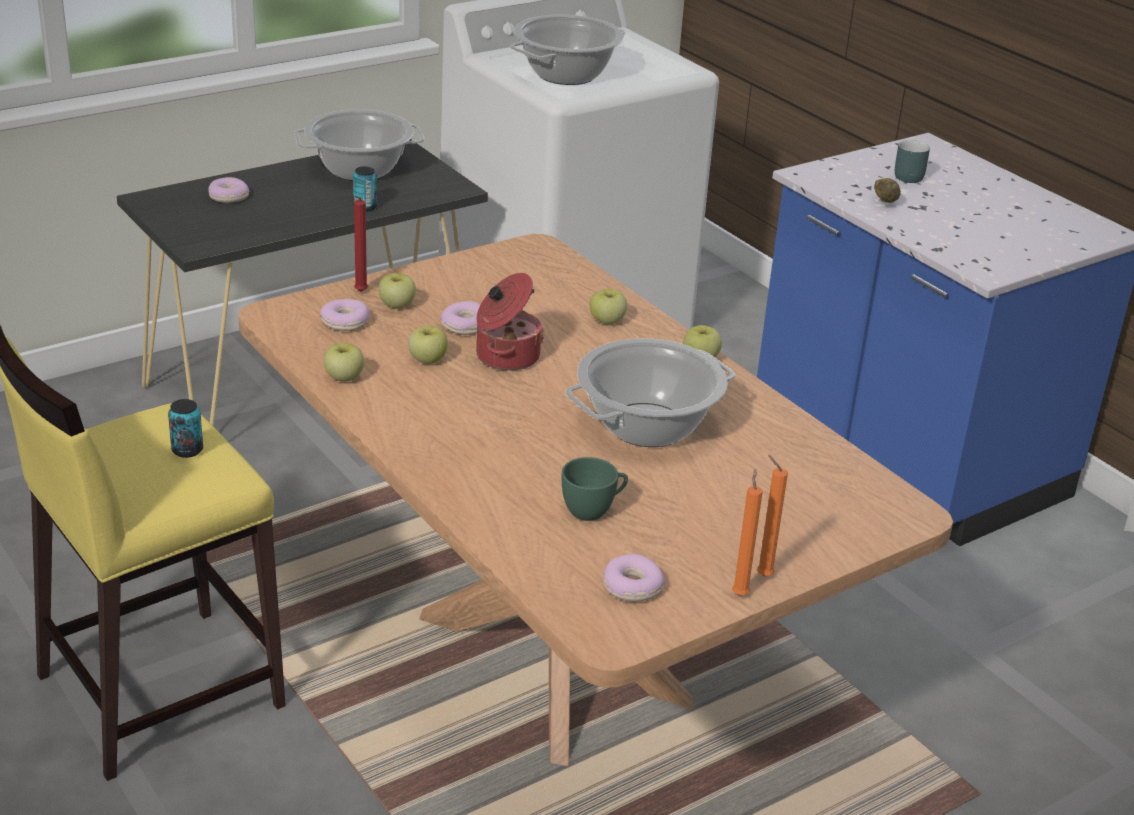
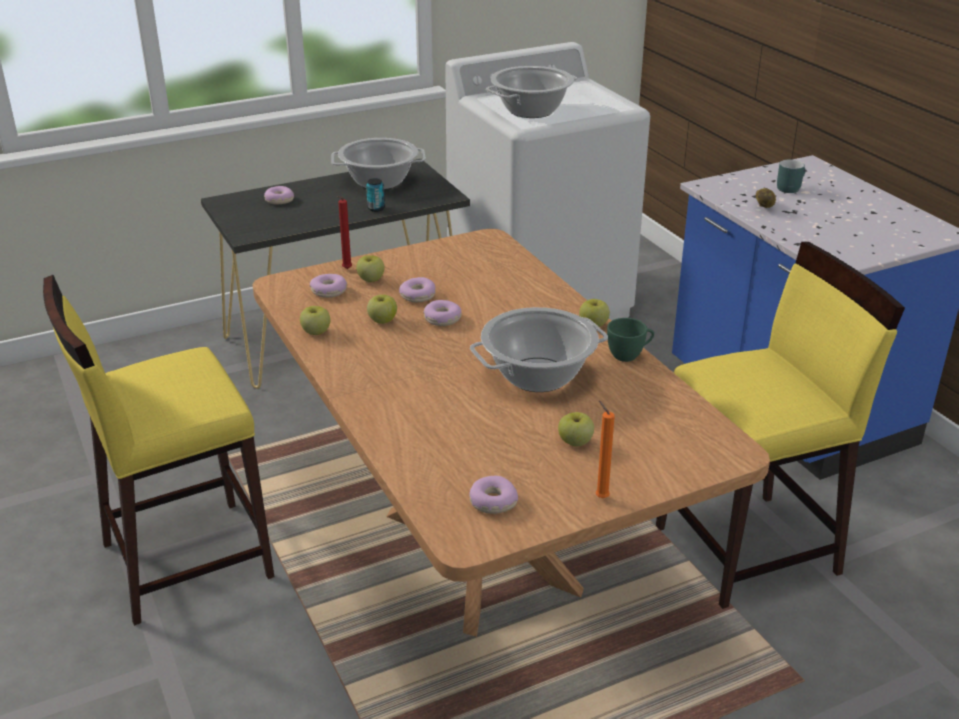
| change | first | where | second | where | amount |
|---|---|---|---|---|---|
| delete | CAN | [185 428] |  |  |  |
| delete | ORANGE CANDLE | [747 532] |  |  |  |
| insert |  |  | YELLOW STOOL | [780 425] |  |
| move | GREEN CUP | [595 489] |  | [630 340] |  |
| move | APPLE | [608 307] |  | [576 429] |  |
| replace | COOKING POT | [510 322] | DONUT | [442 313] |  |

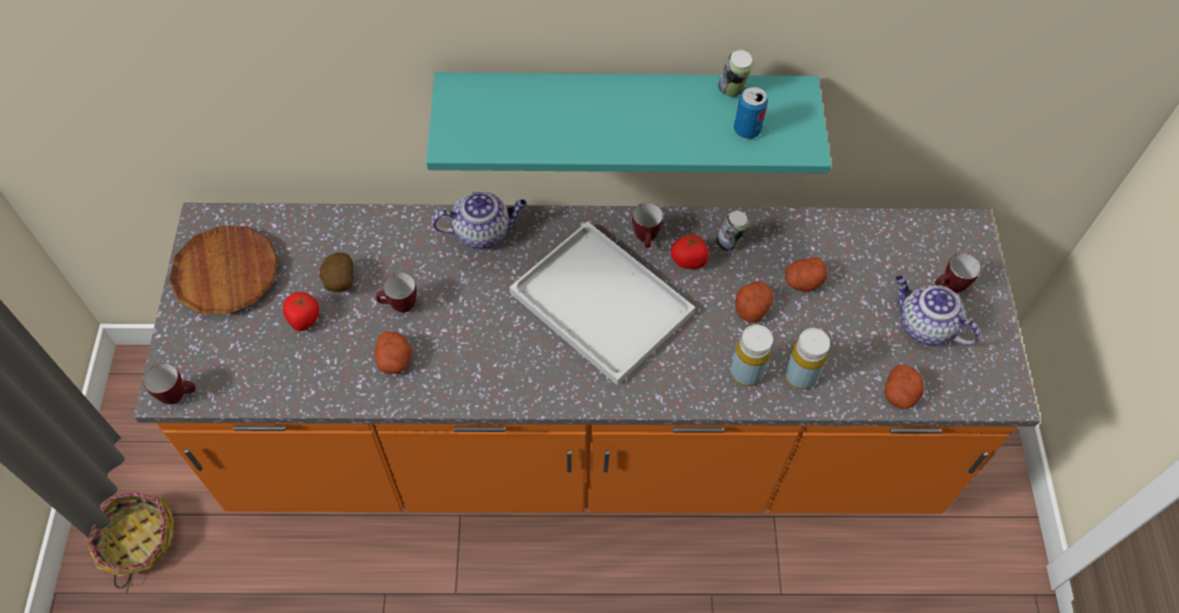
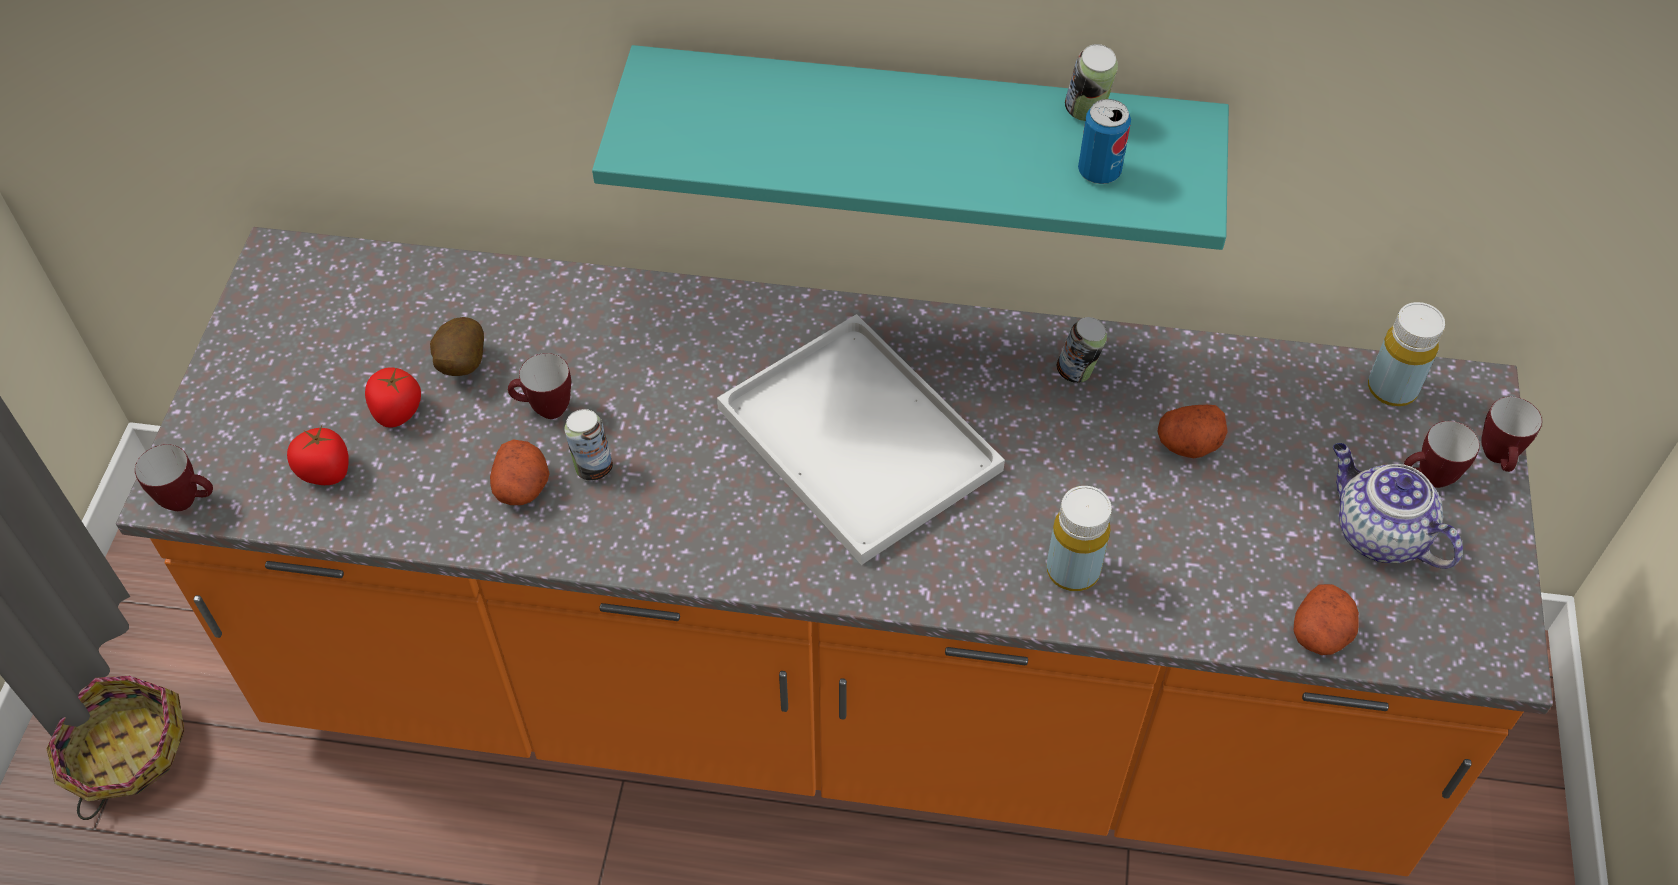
| change | first | where | second | where | amount |
|---|---|---|---|---|---|
| delete | BROWN PLATE | [223 270] |  |  |  |
| delete | TEAPOT | [479 220] |  |  |  |
| delete | POTATO | [754 302] |  |  |  |
| insert |  |  | CAN | [588 444] |  |
| move | MUG | [647 225] |  | [1511 434] |  |
| move | TOMATO | [690 251] |  | [318 455] |  |
| move | YELLOW BOTTLE | [807 359] |  | [1406 354] |  |

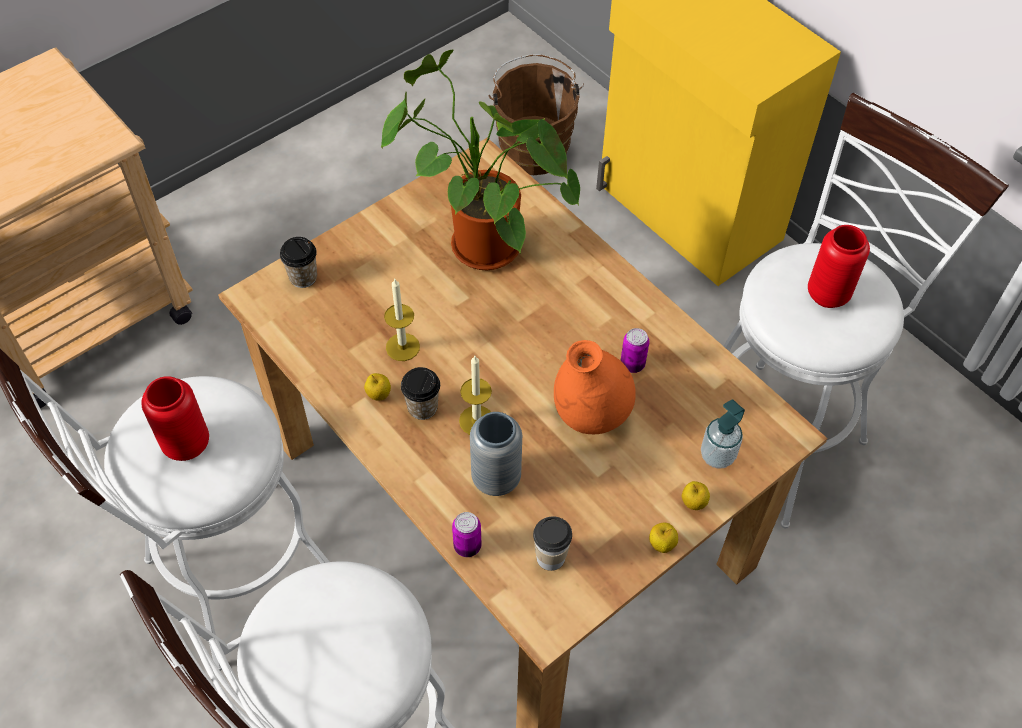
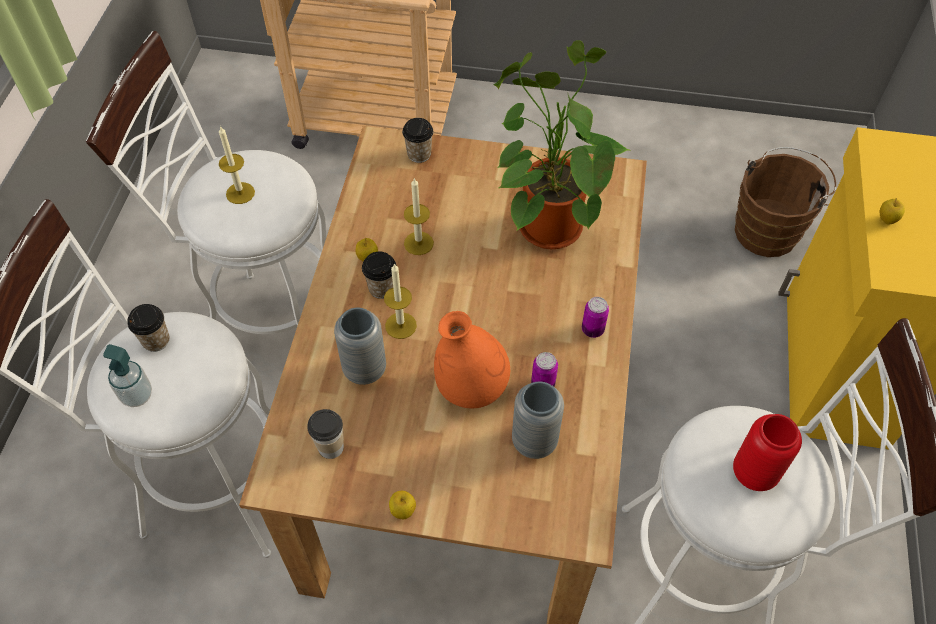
| change | first | where | second | where | amount |
|---|---|---|---|---|---|
| insert |  |  | CUP | [148 328] |  |
| insert |  |  | GREY VASE | [538 420] |  |
| move | CAN | [466 534] |  | [595 317] |  |
| move | APPLE | [696 495] |  | [892 211] |  |
| move | SOAP DISPENSER | [723 434] |  | [127 375] |  |
| replace | RED VASE | [175 418] | CANDLE | [237 165] |  |

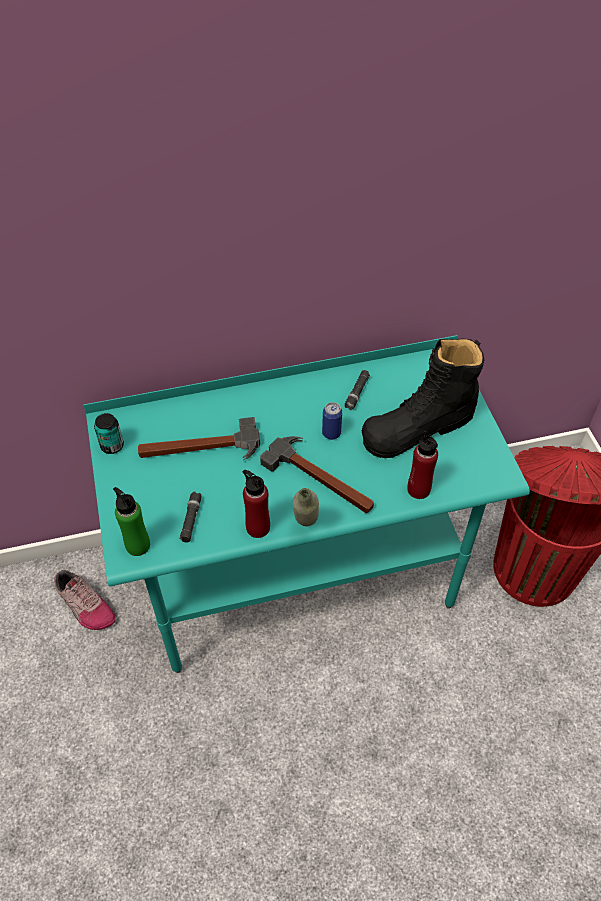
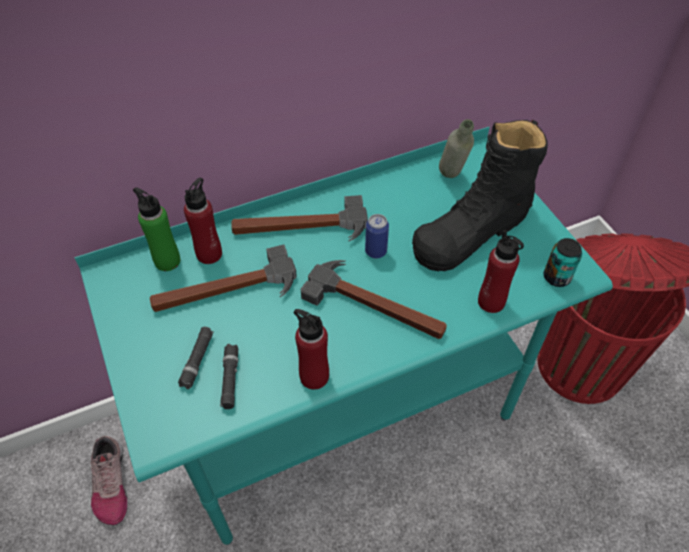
| change | first | where | second | where | amount |
|---|---|---|---|---|---|
| insert |  |  | RED BOTTLE | [203 221] |  |
| insert |  |  | HAMMER | [299 218] |  |
| move | CAN | [109 433] |  | [563 262] |  |
| move | GREEN BOTTLE | [131 521] |  | [156 229] |  |
| move | GREY BOTTLE | [306 507] |  | [456 148] |  |
| move | BLACK FLASHLIGHT | [357 390] |  | [196 358] |  |
| rotate | SHOE | [85 600] |  | [109 480] | 45 degrees clockwise |

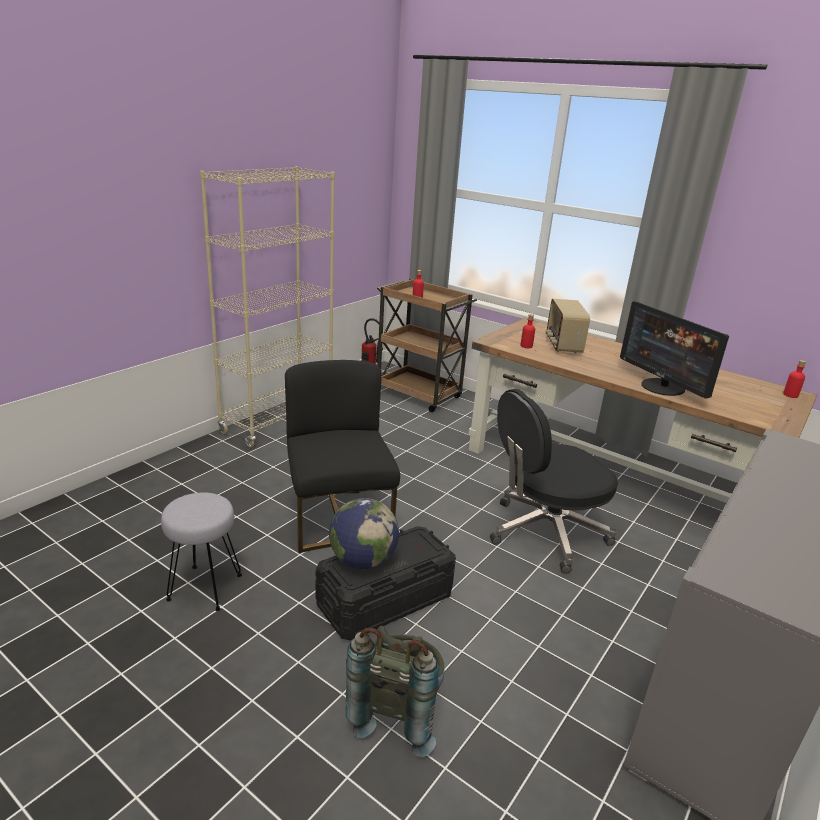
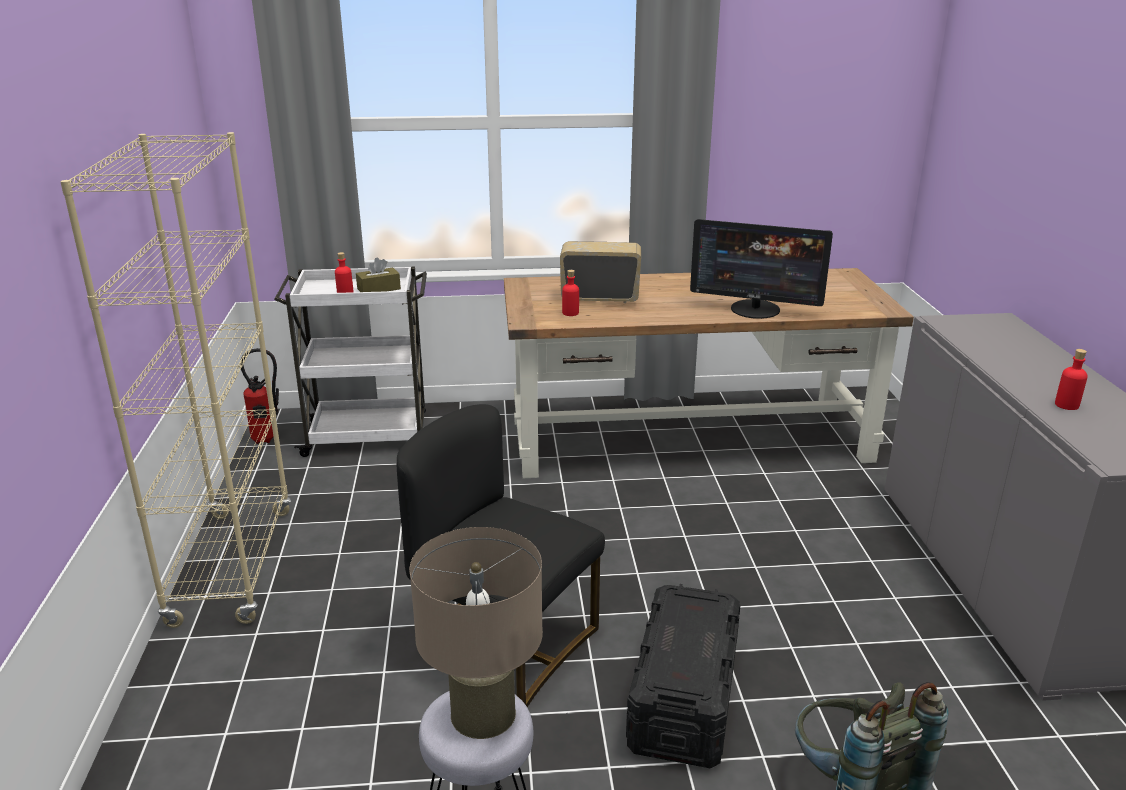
| change | first | where | second | where | amount |
|---|---|---|---|---|---|
| delete | GLOBE | [364 533] |  |  |  |
| delete | BLACK OFFICE CHAIR | [554 481] |  |  |  |
| insert |  |  | BROWN TISSUE BOX | [378 274] |  |
| insert |  |  | BEIGE TABLE LAMP | [476 633] |  |
| move | RED BOTTLE | [794 379] |  | [1071 379] |  |
| recolor | BROWN CART | [427 345] | WHITE CART | [350 361] |  |
| rotate | RADIO | [568 326] |  | [600 272] | 135 degrees clockwise |

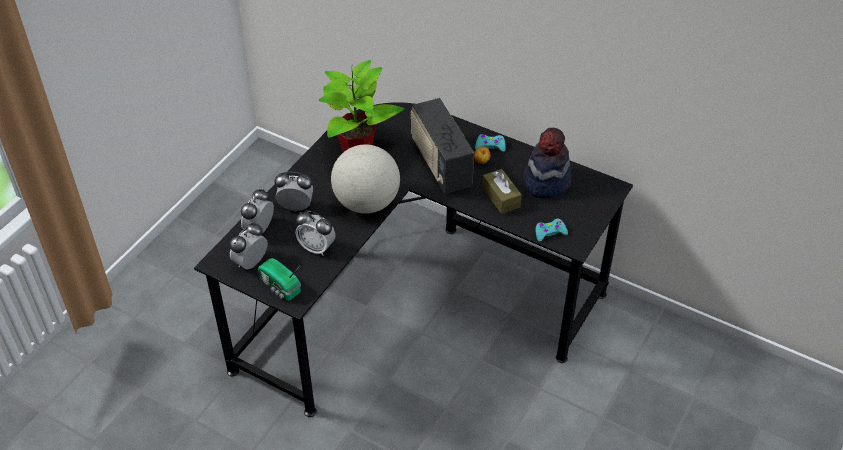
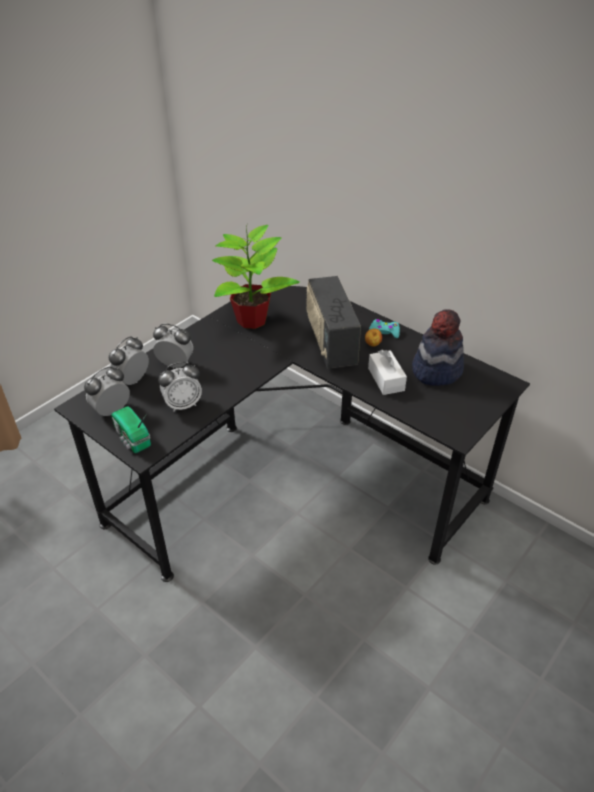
| change | first | where | second | where | amount |
|---|---|---|---|---|---|
| delete | GLOBE | [365 179] |  |  |  |
| delete | TURQUOISE GAME CONTROLLER | [552 230] |  |  |  |
| recolor | BROWN TISSUE BOX | [502 191] | WHITE TISSUE BOX | [387 372] |  |
| rotate | ALARM CLOCK | [316 233] |  | [180 387] | 60 degrees counterclockwise |

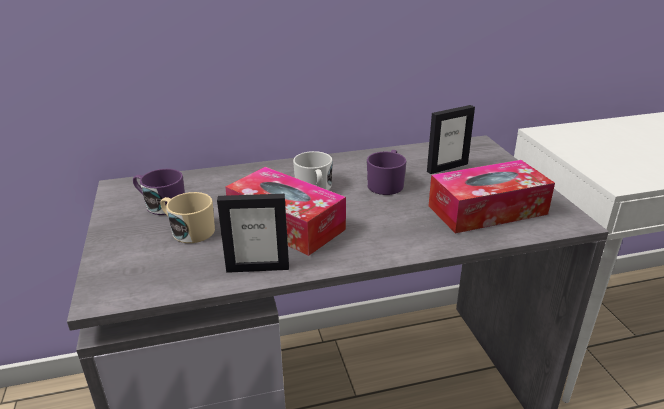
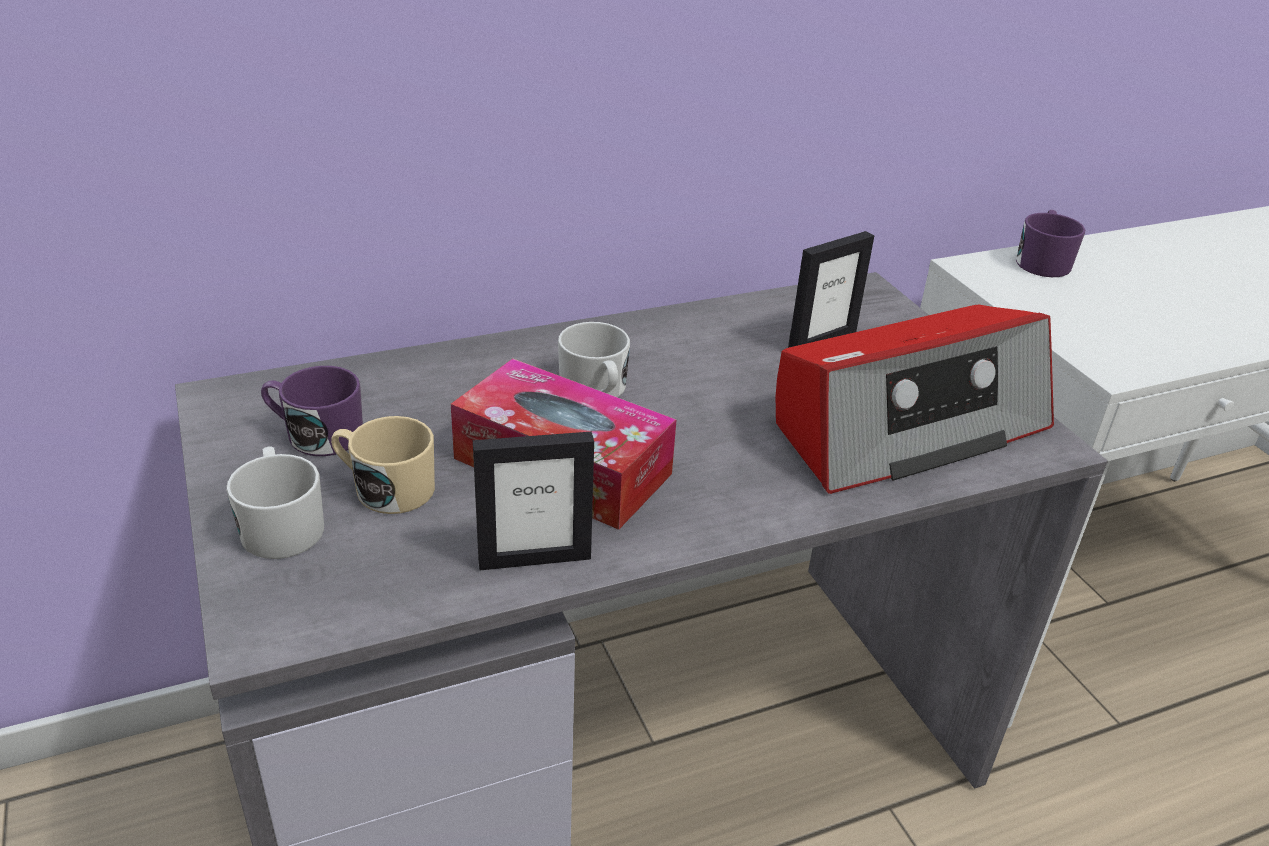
| change | first | where | second | where | amount |
|---|---|---|---|---|---|
| insert |  |  | WHITE MUG | [275 503] |  |
| move | PURPLE MUG | [387 172] |  | [1050 243] |  |
| replace | TISSUE BOX | [492 196] | RADIO | [915 399] |  |

